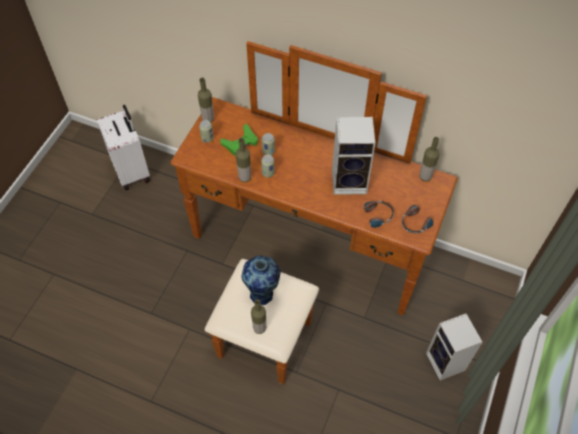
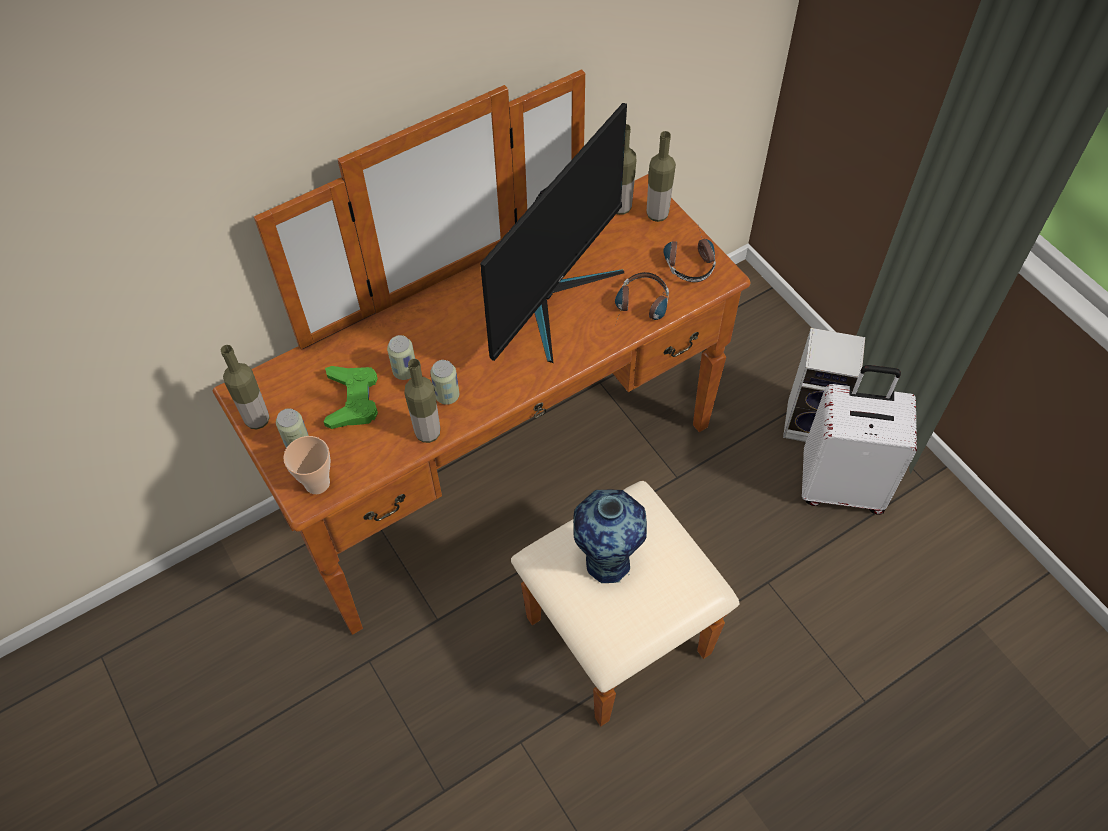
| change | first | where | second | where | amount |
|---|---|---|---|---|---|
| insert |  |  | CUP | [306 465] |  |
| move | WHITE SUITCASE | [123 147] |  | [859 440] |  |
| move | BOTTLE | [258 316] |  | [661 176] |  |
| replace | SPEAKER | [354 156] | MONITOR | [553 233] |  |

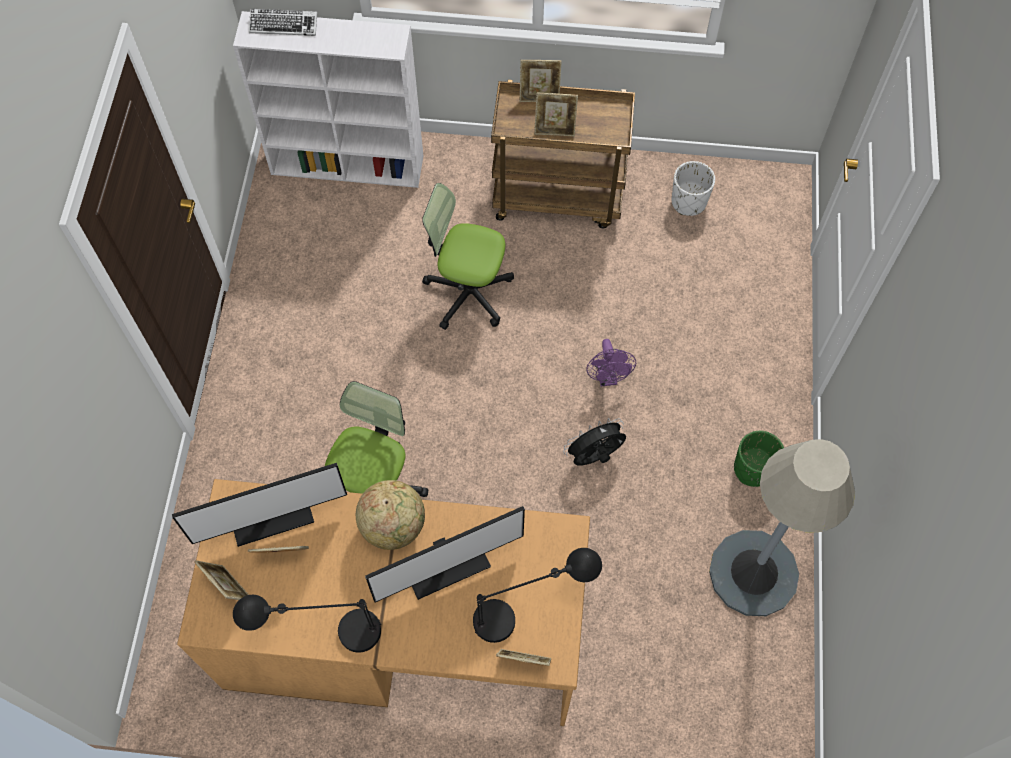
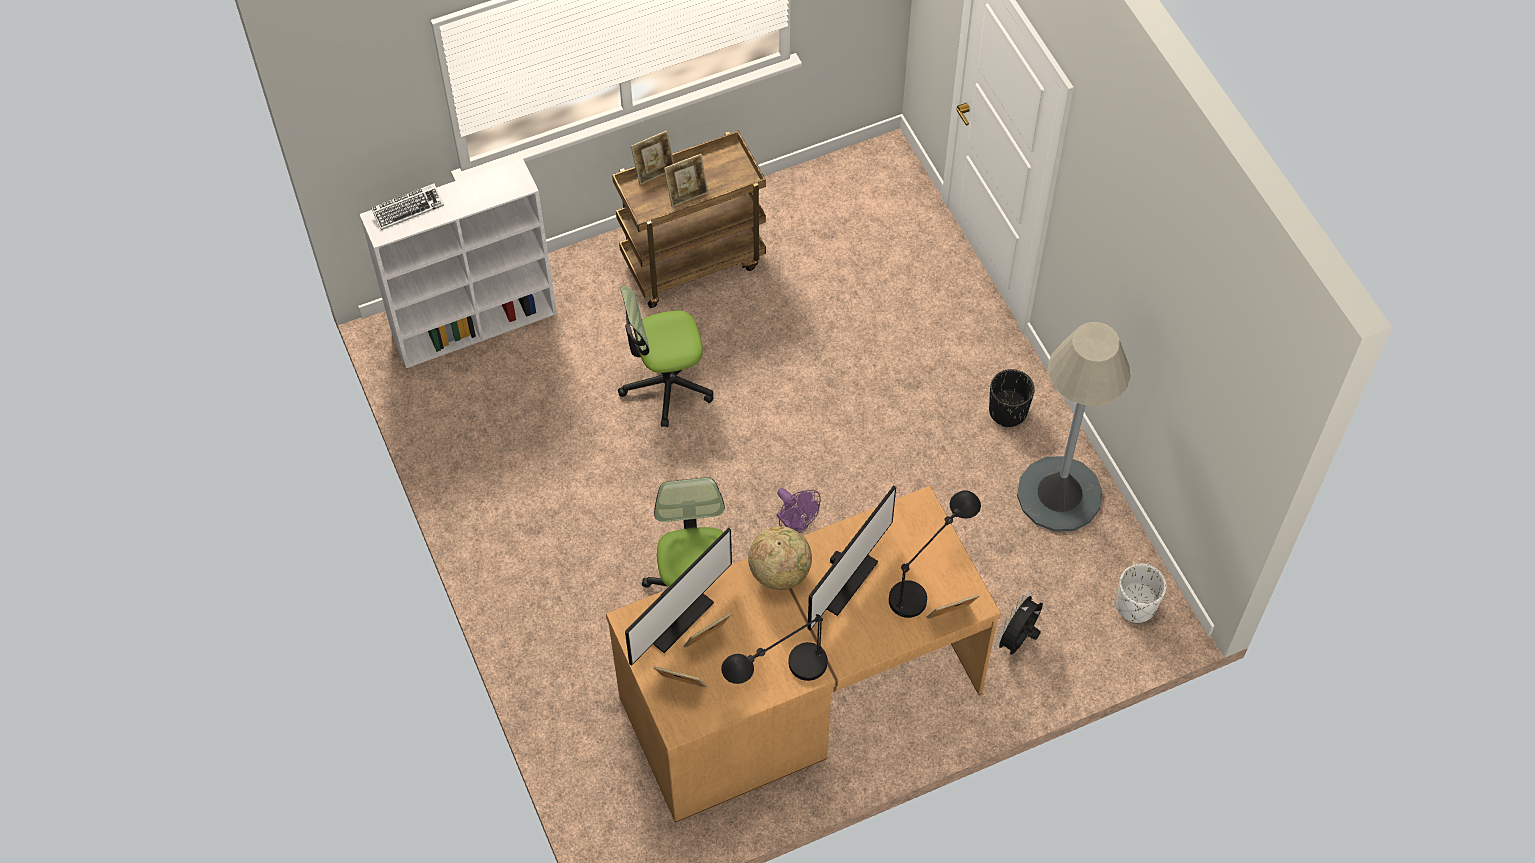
| change | first | where | second | where | amount |
|---|---|---|---|---|---|
| move | BLACK FAN | [594 442] |  | [1018 623] |  |
| move | PURPLE FAN | [611 363] |  | [799 510] |  |
| move | WHITE PLANTER | [693 188] |  | [1141 594] |  |
| recolor | GREEN PLANTER | [759 459] | BLACK PLANTER | [1012 398] |  |

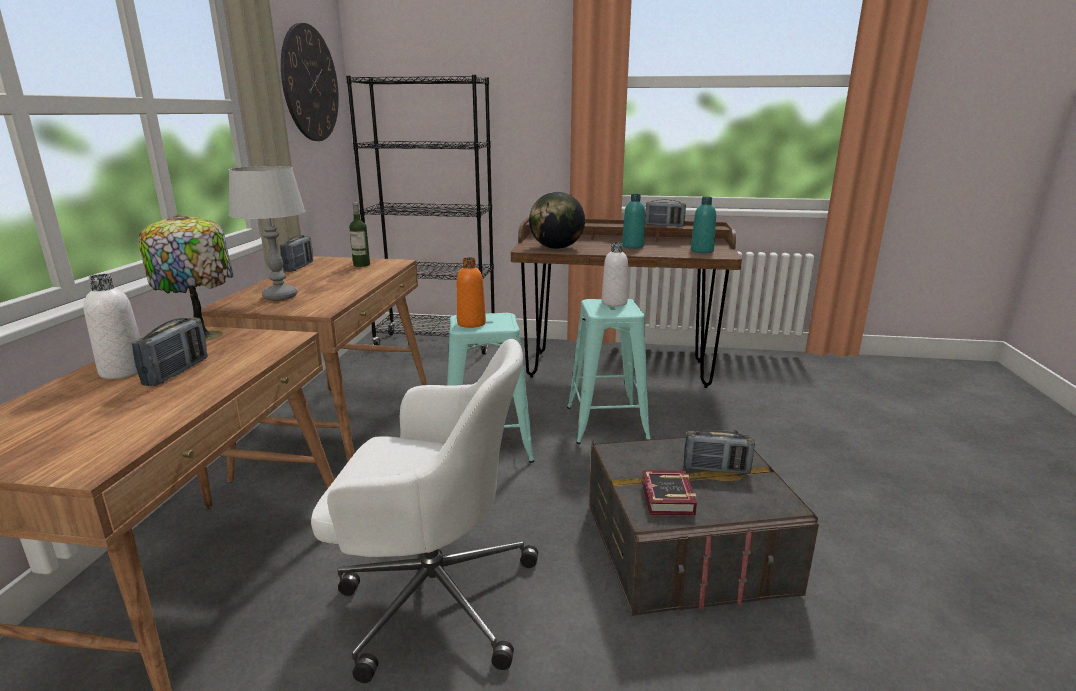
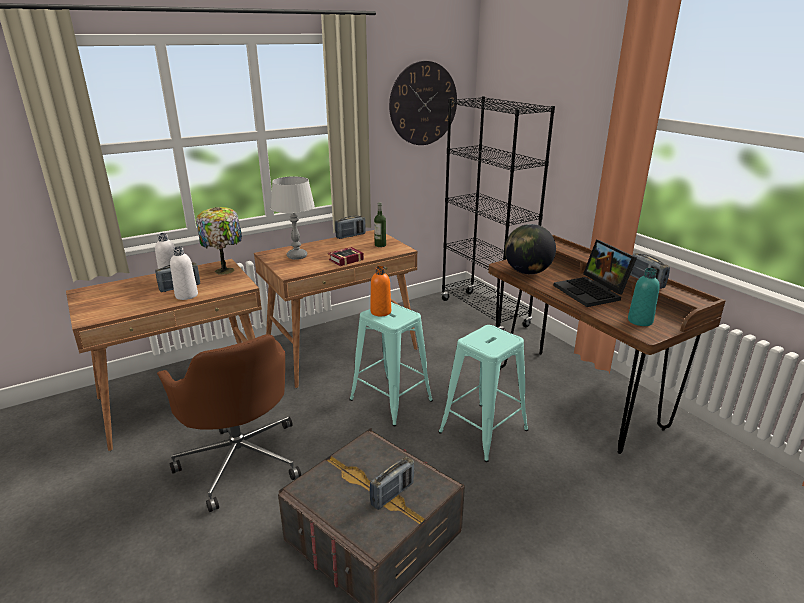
| change | first | where | second | where | amount |
|---|---|---|---|---|---|
| move | WHITE BOTTLE | [615 274] |  | [184 273] |  |
| move | BOOK | [669 493] |  | [346 256] |  |
| replace | TURQUOISE BOTTLE | [633 221] | LAPTOP | [595 273] |  |
| recolor | WHITE OFFICE CHAIR | [424 511] | BROWN OFFICE CHAIR | [229 423] |  |
| rotate | RADIO | [719 452] |  | [391 483] | 105 degrees counterclockwise |

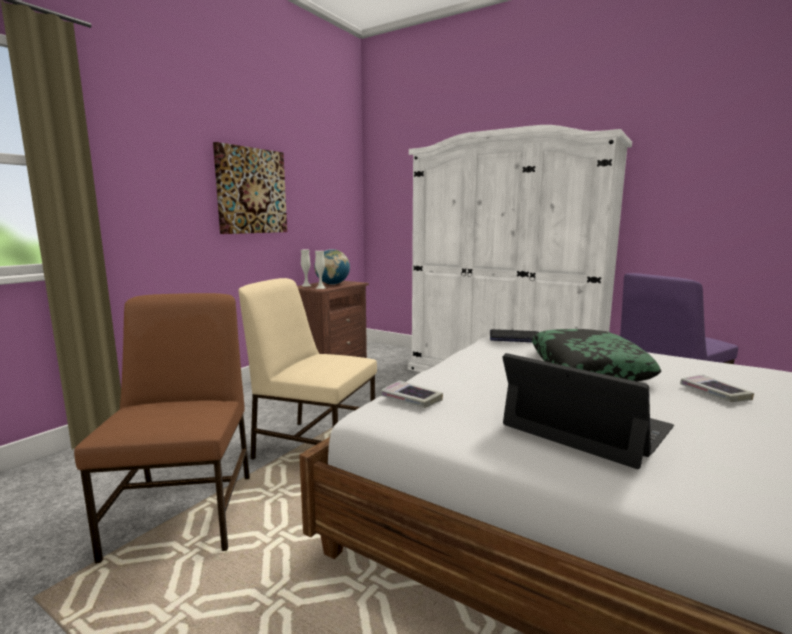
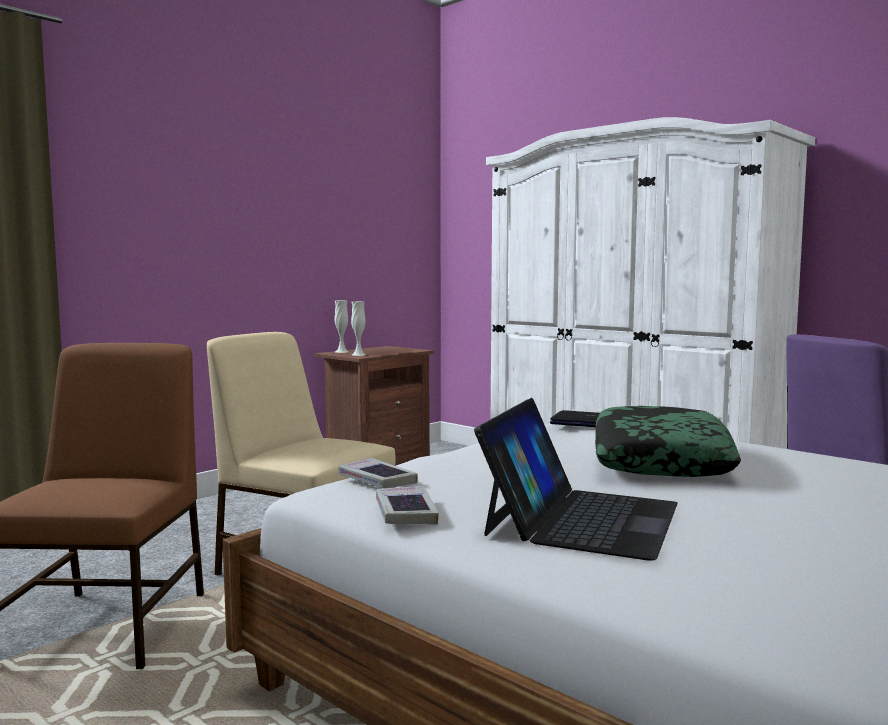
| change | first | where | second | where | amount |
|---|---|---|---|---|---|
| delete | PICTURE | [250 188] |  |  |  |
| delete | GLOBE | [332 267] |  |  |  |
| move | BOOK | [717 388] |  | [407 505] |  |
| rotate | LAPTOP | [588 411] |  | [576 479] | 60 degrees clockwise |

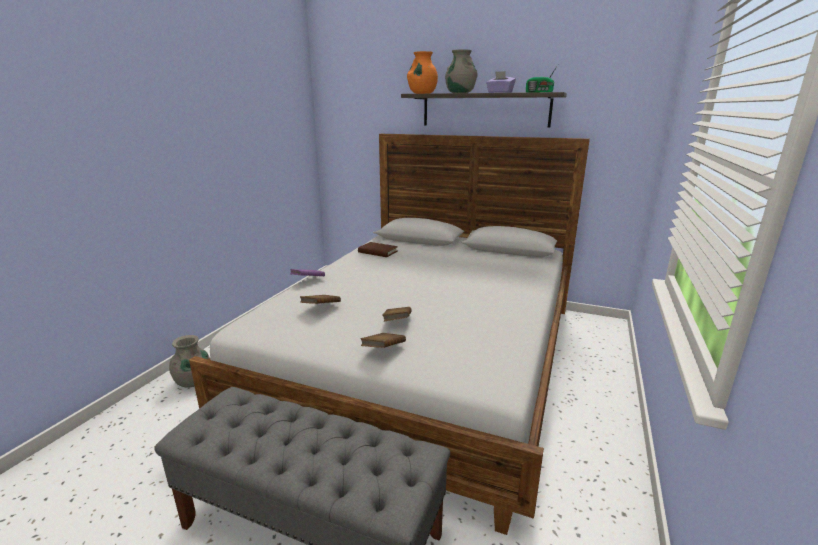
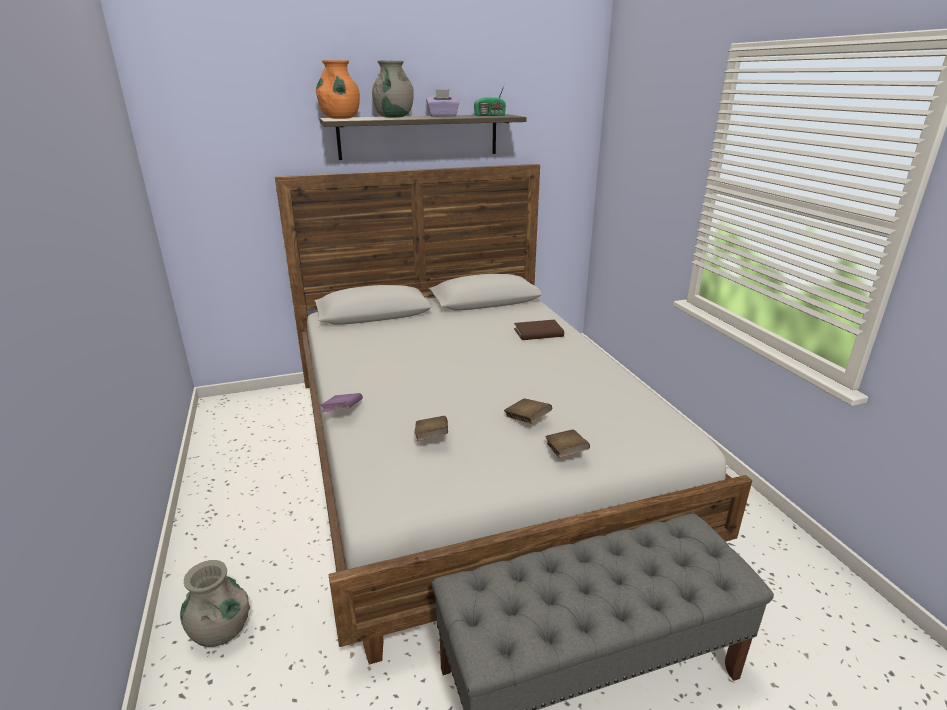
| change | first | where | second | where | amount |
|---|---|---|---|---|---|
| move | BROWN BOOK | [378 249] |  | [539 330] |  |

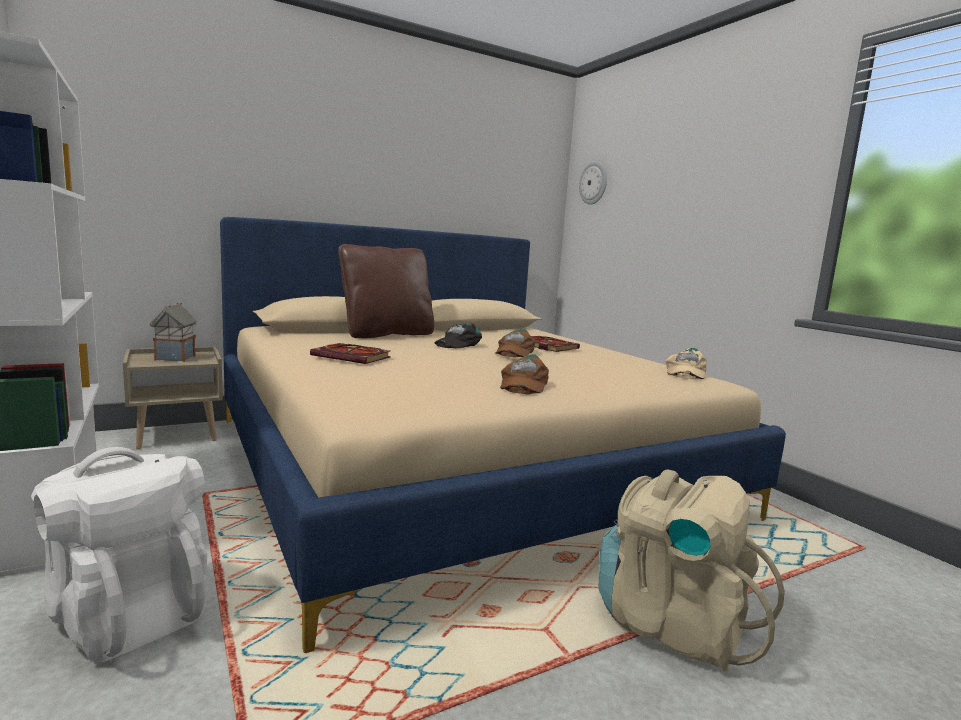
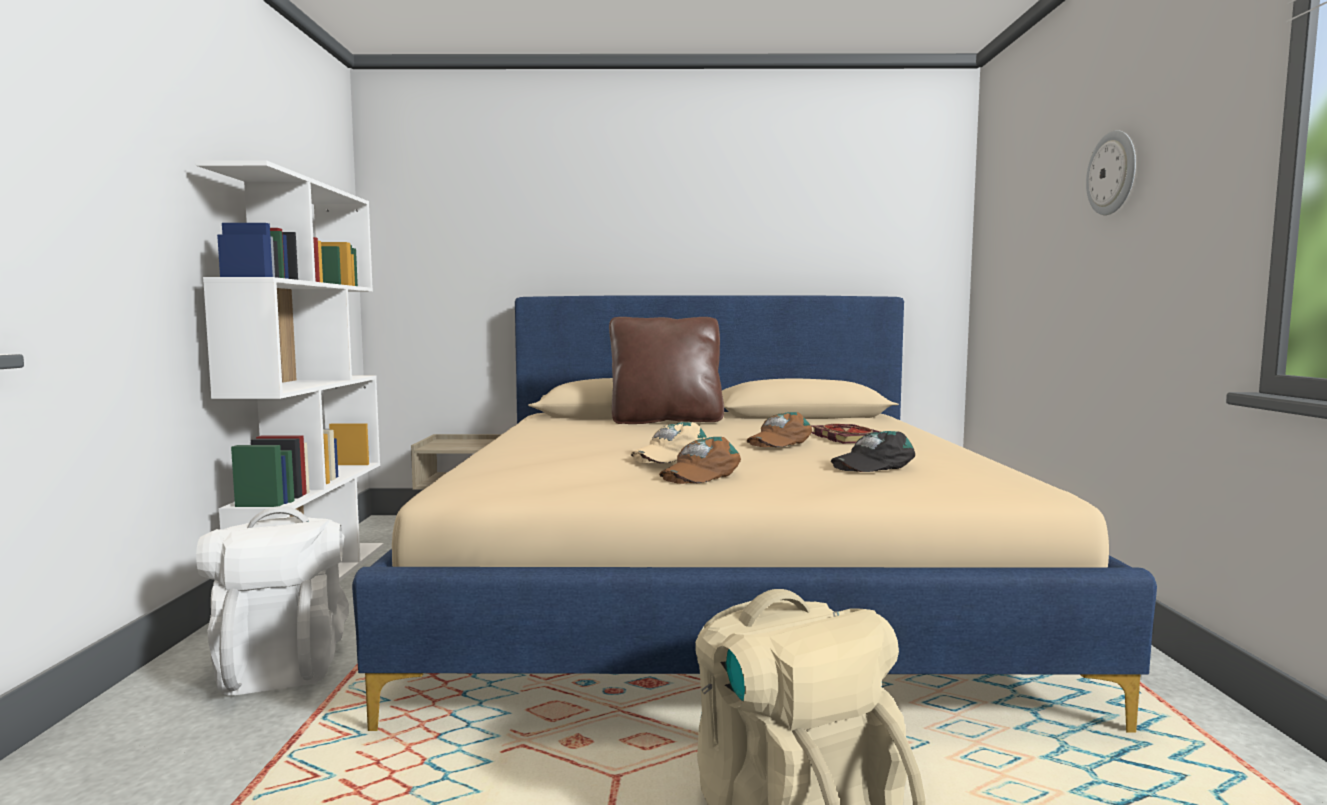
| change | first | where | second | where | amount |
|---|---|---|---|---|---|
| delete | TOY HOUSE | [173 332] |  |  |  |
| delete | BOOK | [350 353] |  |  |  |
| move | BLACK CAP | [458 335] |  | [873 451] |  |
| move | WALL CLOCK | [593 183] |  | [1111 172] |  |
| move | BEIGE CAP | [686 363] |  | [669 442] |  |

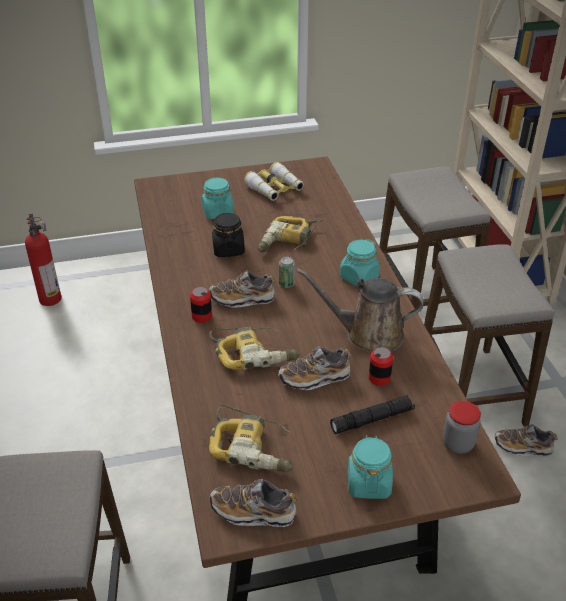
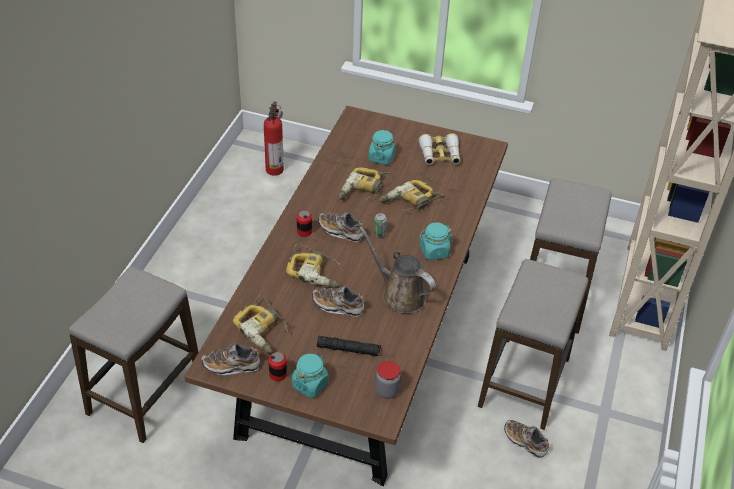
| change | first | where | second | where | amount |
|---|---|---|---|---|---|
| move | CAN | [381 366] |  | [278 366] |  |
| replace | BLACK JAR | [228 235] | POWER DRILL | [365 183] |  |
| rotate | SHOE | [254 503] |  | [230 359] | 45 degrees counterclockwise |

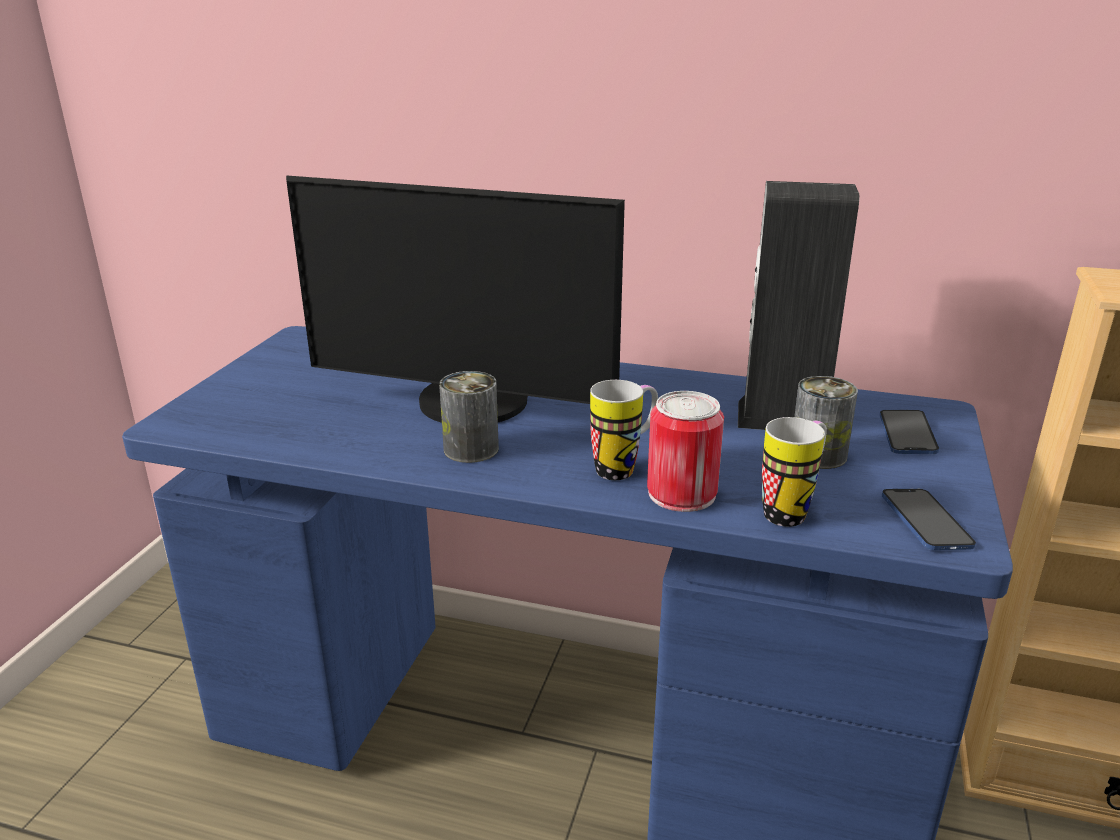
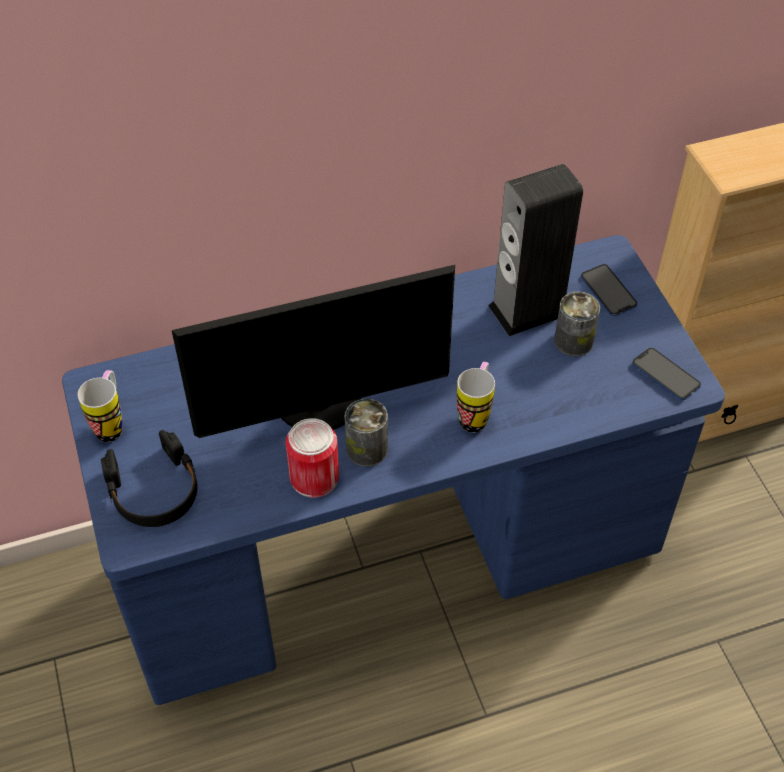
| change | first | where | second | where | amount |
|---|---|---|---|---|---|
| insert |  |  | BLACK HEADPHONES | [149 478] |  |
| move | CAN | [685 451] |  | [312 458] |  |
| move | MUG | [794 472] |  | [100 406] |  |

